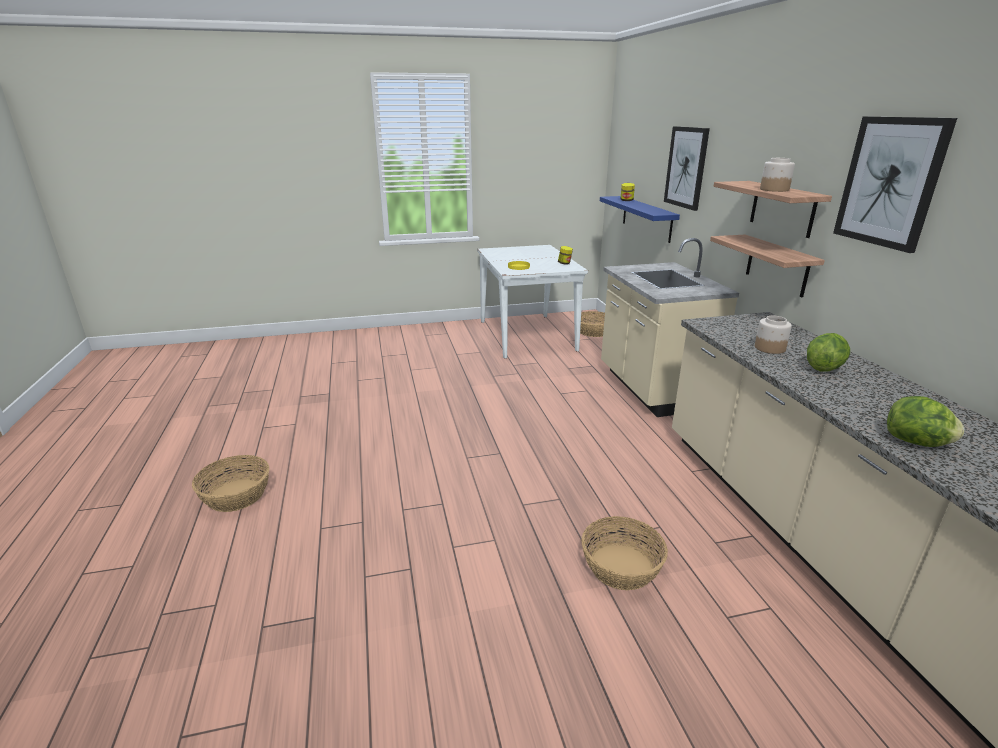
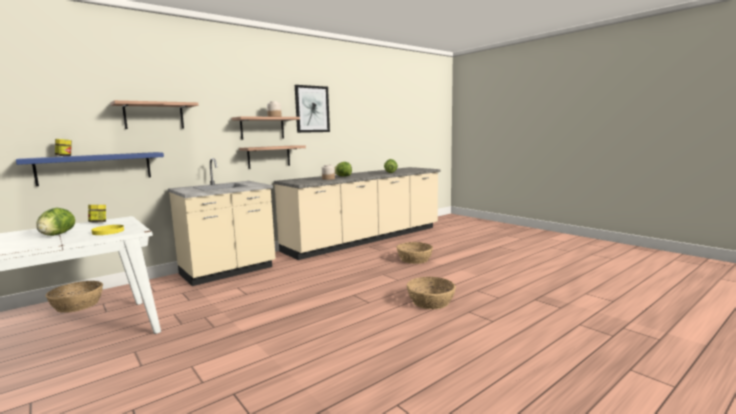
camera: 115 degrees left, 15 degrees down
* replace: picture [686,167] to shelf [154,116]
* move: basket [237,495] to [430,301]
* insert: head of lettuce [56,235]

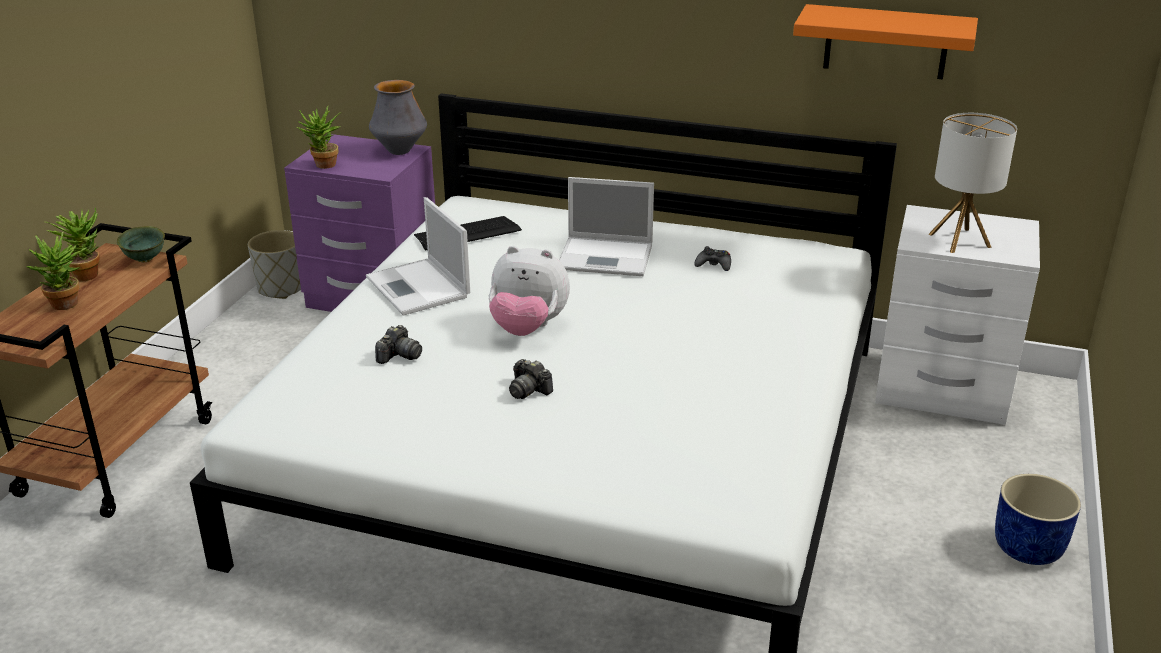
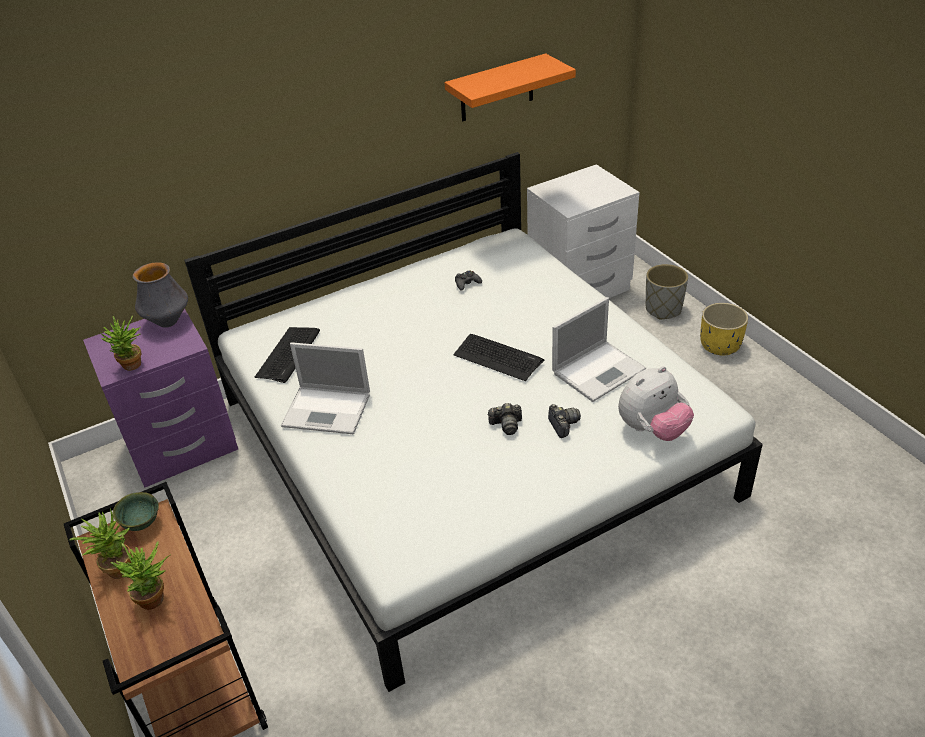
camera: 45 degrees left, 10 degrees up
* delete: table lamp [959,240]
* move: notebook computer [607,257] to [599,370]
* move: gray planter [281,288] to [663,309]
* move: soft toy [528,328] to [652,429]
* move: still camera [399,356] to [563,425]
* recolor: blue planter [1028,548] to yellowish planter [720,346]
* insert: keyboard [498,357]

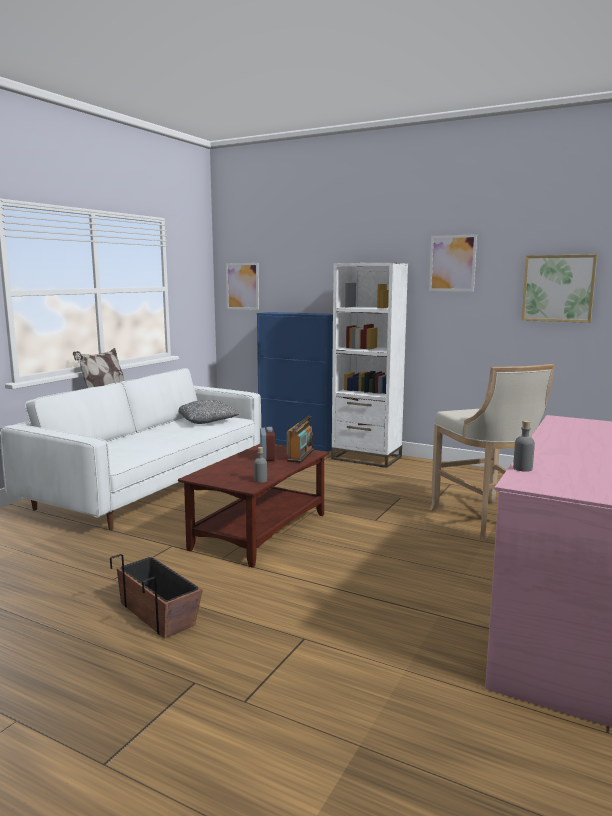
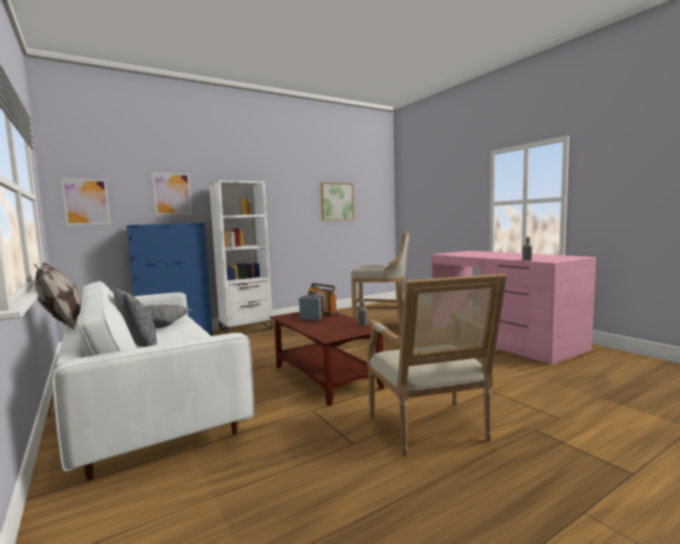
camera: 60 degrees left, 5 degrees down
* move: picture [452,263] to [172,194]
* replace: planter [158,613] to lounge chair [432,430]
* insert: gray cushion [139,347]

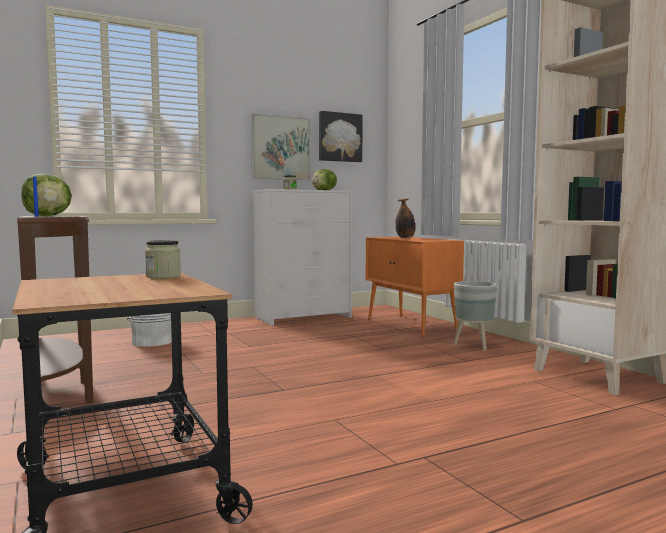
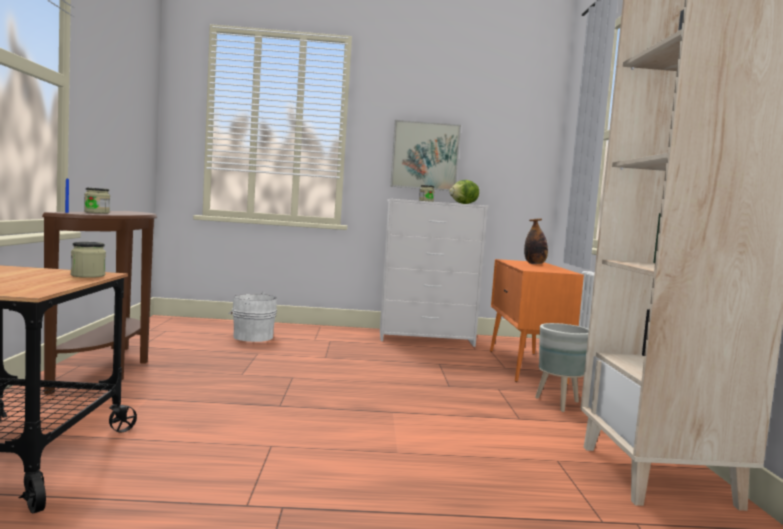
camera: 25 degrees right, 0 degrees up
* delete: picture [339,137]
* replace: head of lettuce [48,216] to storage jar [97,212]

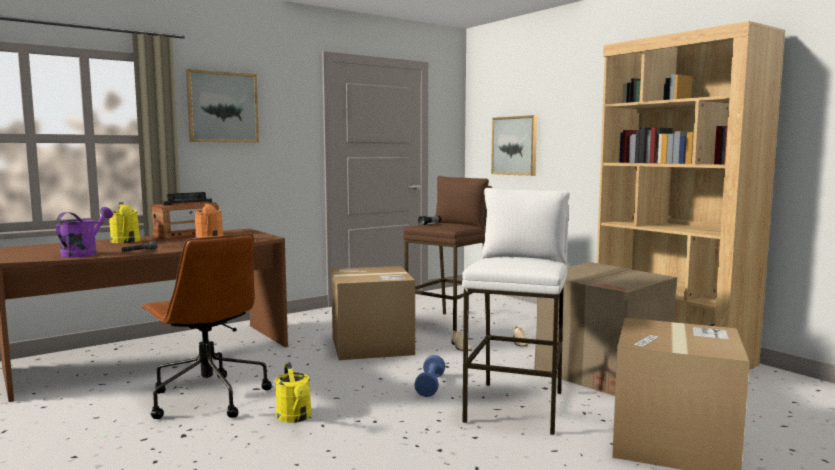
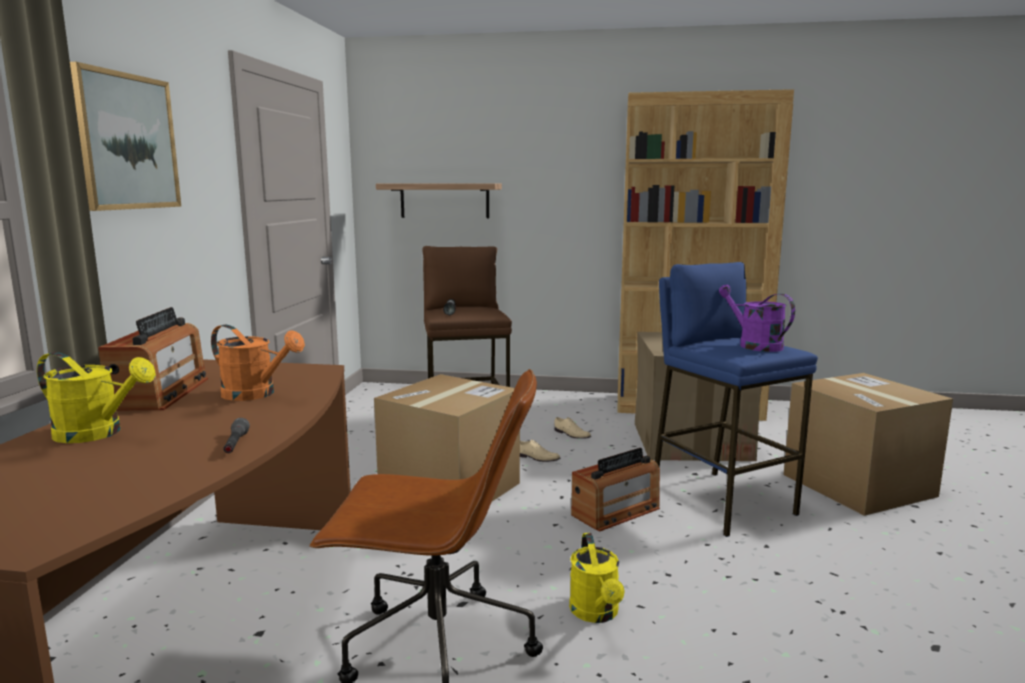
camera: 45 degrees left, 5 degrees up
* replace: picture [514,145] to shelf [444,200]
* recolor: white-coloured sitting stool [516,407] to blue sitting stool [721,501]
* move: purple-coloured watering pot [83,253] to [753,345]
* replace: blue hand weight [430,386] to radio [616,512]
* rotate: yellowish watering pot [295,418] = [596,614] 60 degrees clockwise

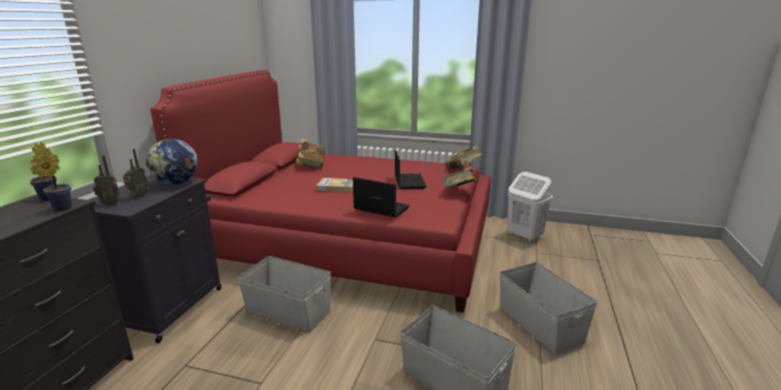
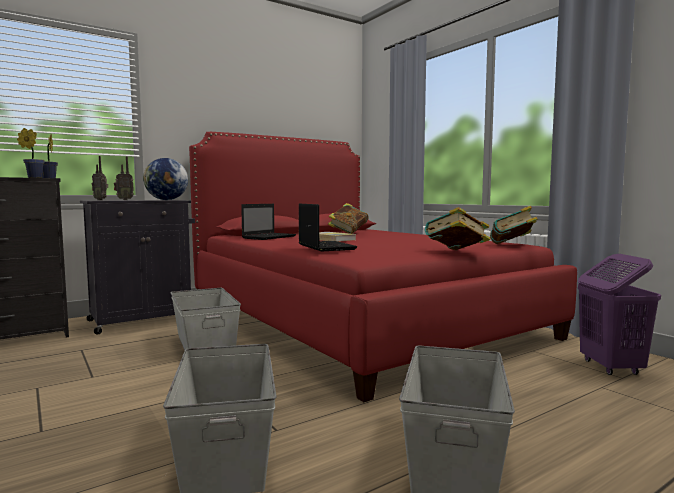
camera: 40 degrees right, 15 degrees down
* move: notebook computer [409,181] to [269,237]
* recolor: white-coloured laundry basket [524,236] to purple-coloured laundry basket [610,368]

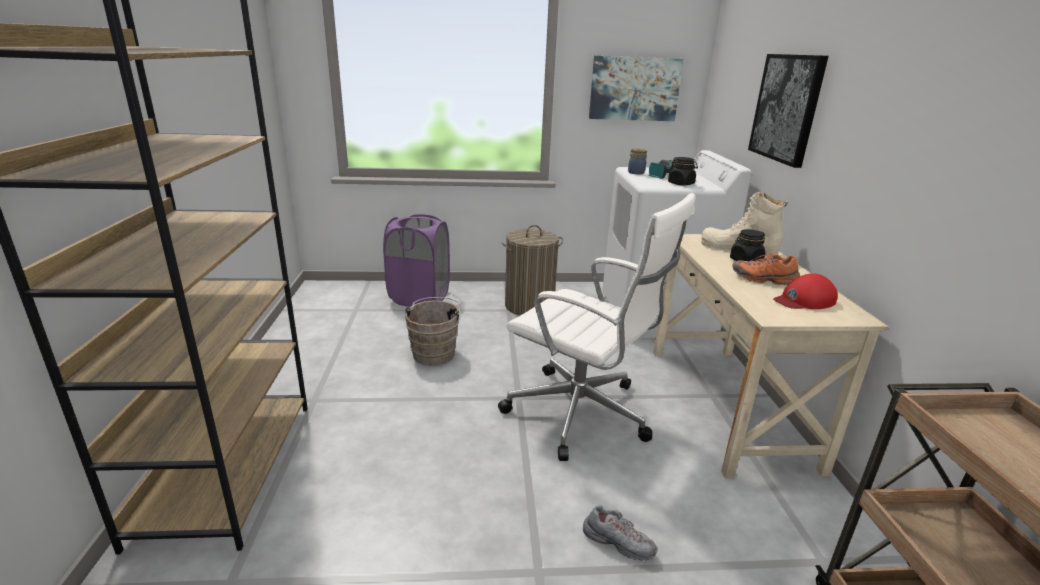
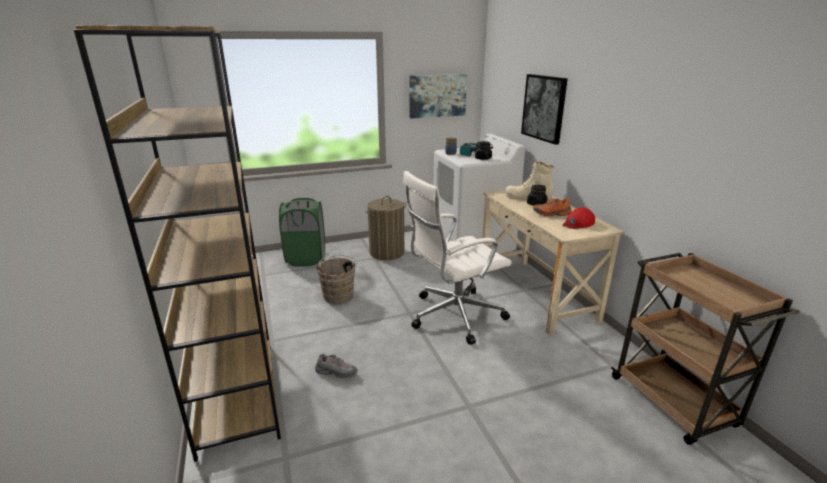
camera: 15 degrees left, 0 degrees up
* rotate: white-coloured computer chair [582,414] = [453,315] 135 degrees clockwise
* recolor: purple-coloured laundry basket [419,297] to green-coloured laundry basket [306,259]
* move: gray low shoe [618,543] to [336,373]

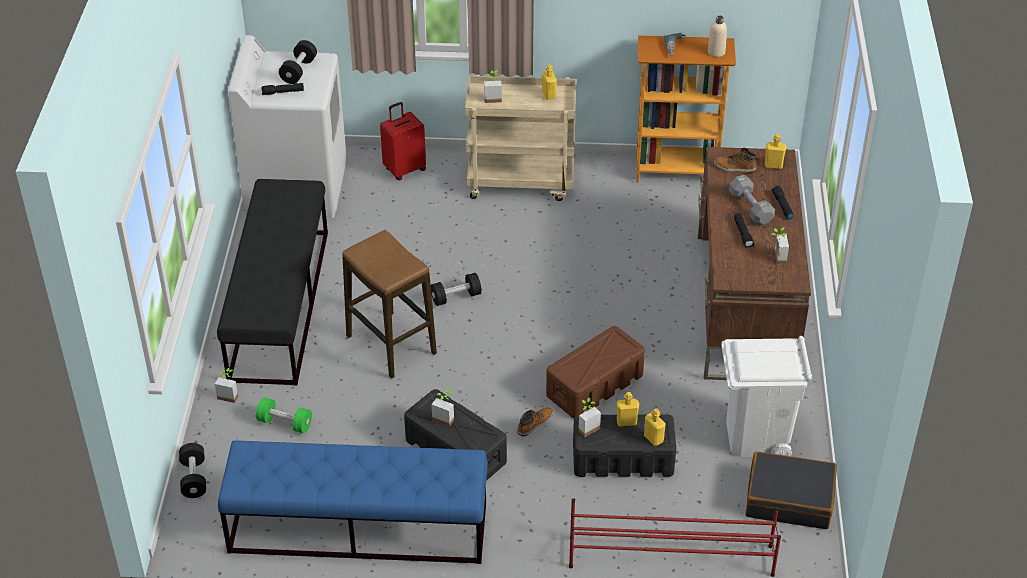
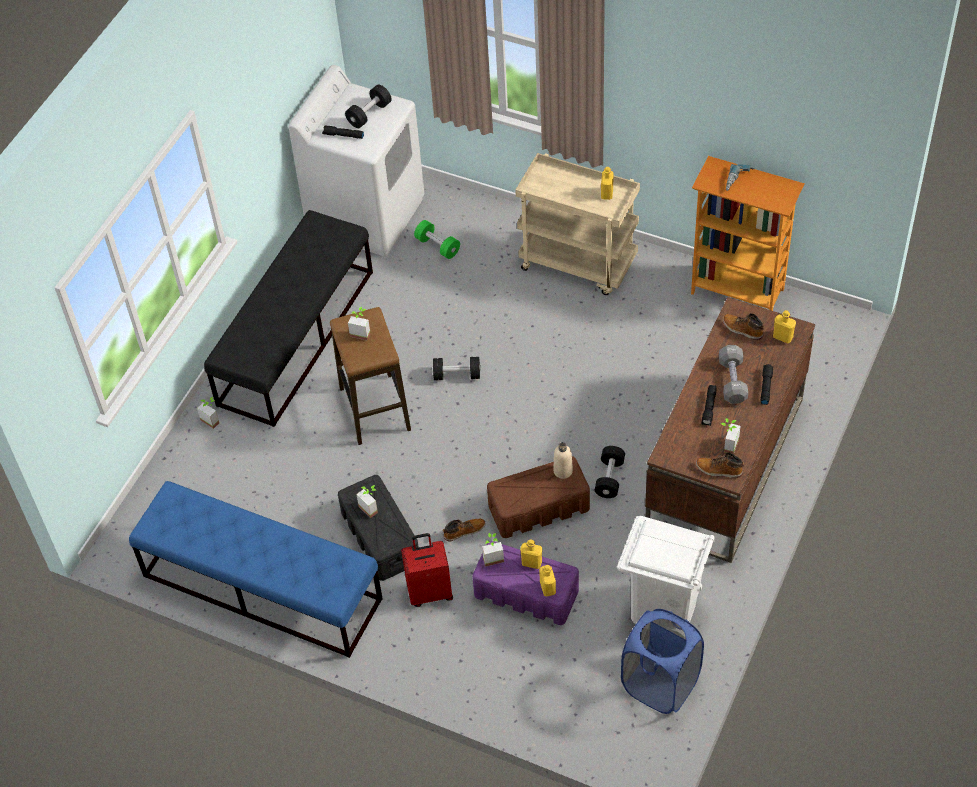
camera: 25 degrees right, 10 degrees up
* move: beige-coloured drink bottle [716,52] to [563,471]
* move: houseplant [492,97] to [361,332]
* move: red piece of luggage [404,169] to [430,591]
* move: green-coloured hand weight [285,423] to [437,246]
* recolor: blackish storage box [623,459] to purple-coloured storage box [527,593]
* move: blackish hand weight [194,478] to [609,478]
* replace: blackish piece of luggage [789,499] to blue laundry basket [660,684]
* delete: red shoe stand [670,556]
* insert: tall boot [719,470]

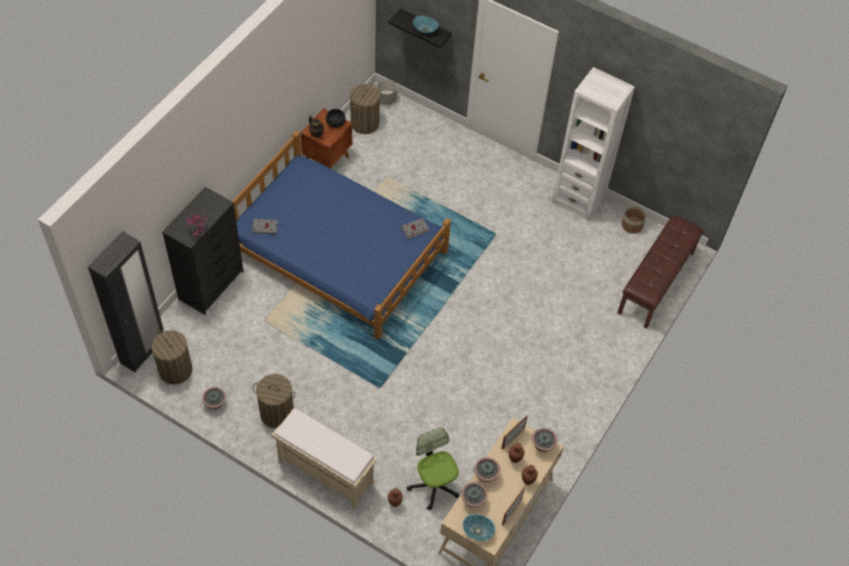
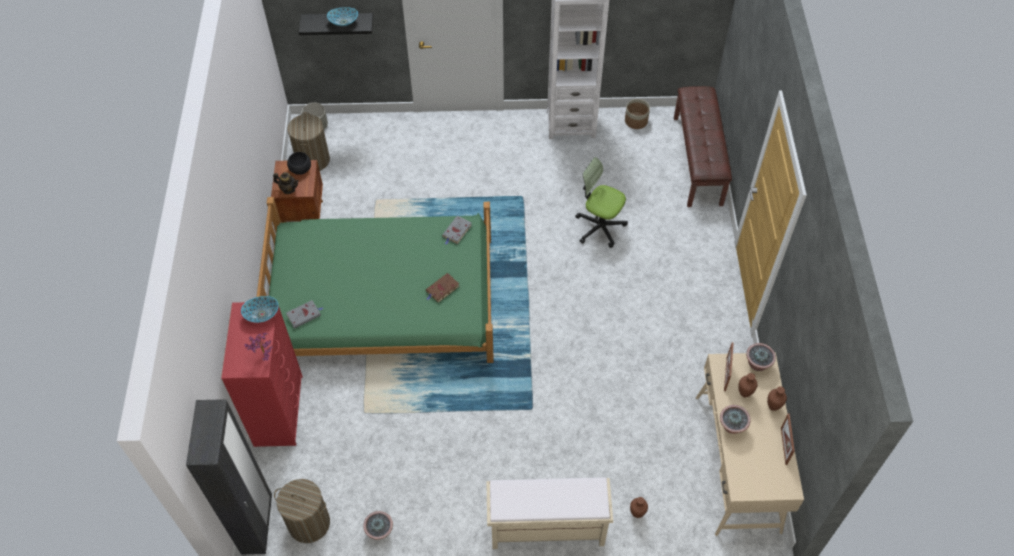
camera: 30 degrees left, 0 degrees up
* recolor: blue bedroom bed [337,251] to green-coloured bedroom bed [384,299]
* recolor: blackish dresser [211,284] to red dresser [279,409]
* delete: laundry basket [277,413]
* move: computer chair [434,485] to [599,227]
* delete: houseplant [473,500]
* move: serving bowl [478,531] to [262,314]
* insert: brown-coloured book [442,289]

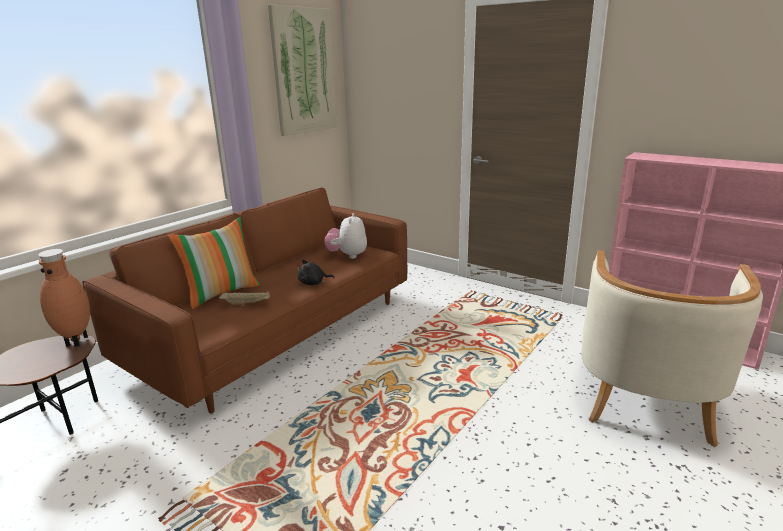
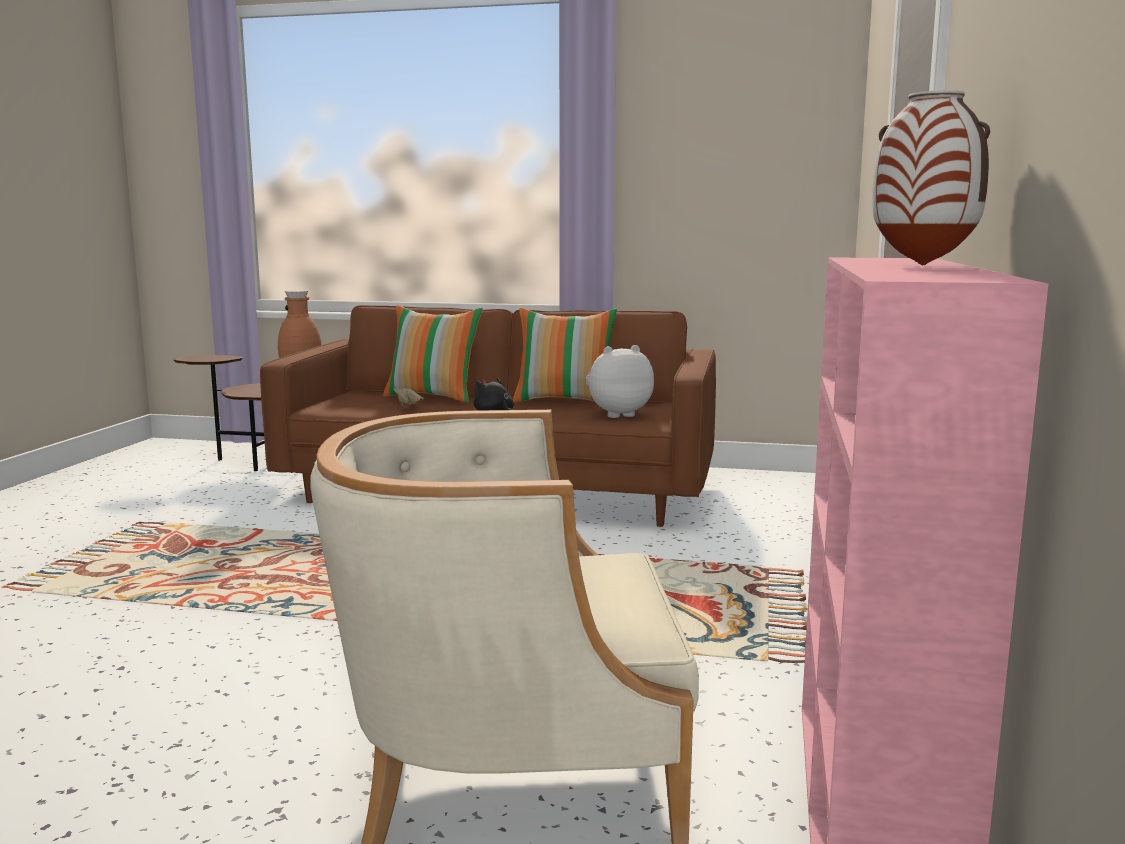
camera: 65 degrees right, 10 degrees down
* delete: picture [304,71]
* insert: flower vase [924,265]
* insert: cushion [564,401]

